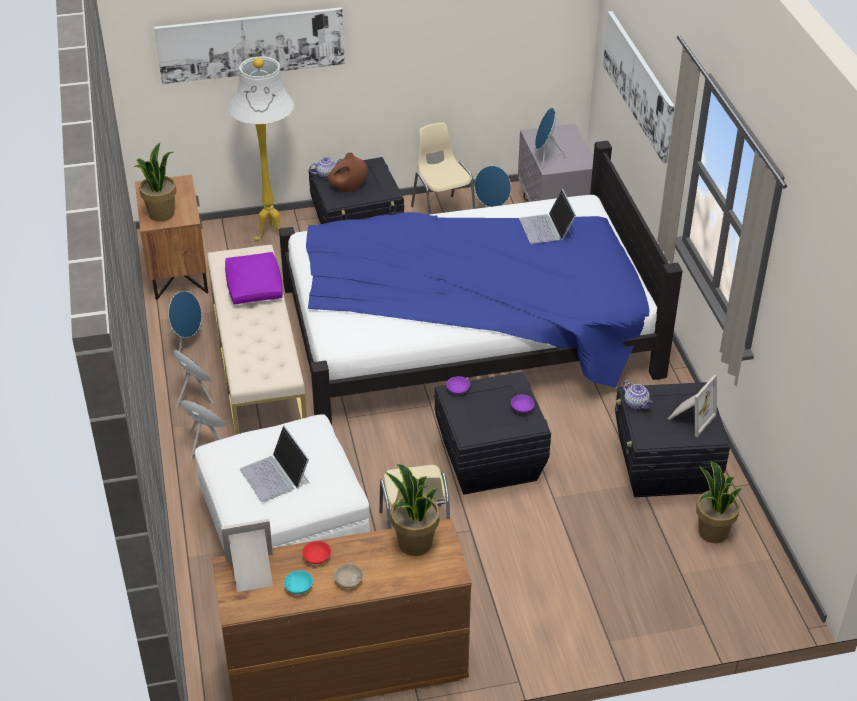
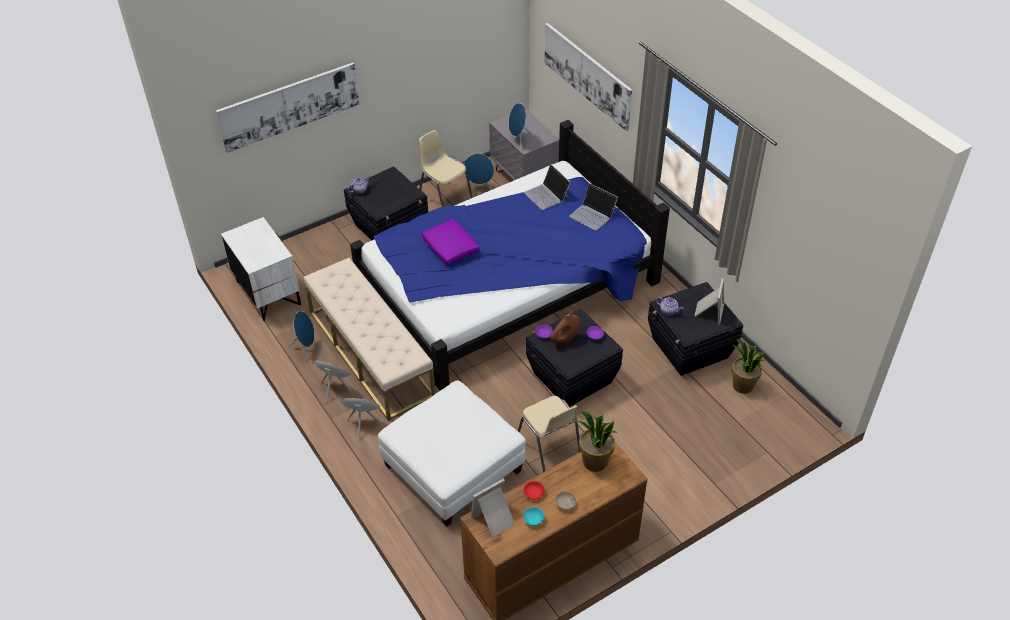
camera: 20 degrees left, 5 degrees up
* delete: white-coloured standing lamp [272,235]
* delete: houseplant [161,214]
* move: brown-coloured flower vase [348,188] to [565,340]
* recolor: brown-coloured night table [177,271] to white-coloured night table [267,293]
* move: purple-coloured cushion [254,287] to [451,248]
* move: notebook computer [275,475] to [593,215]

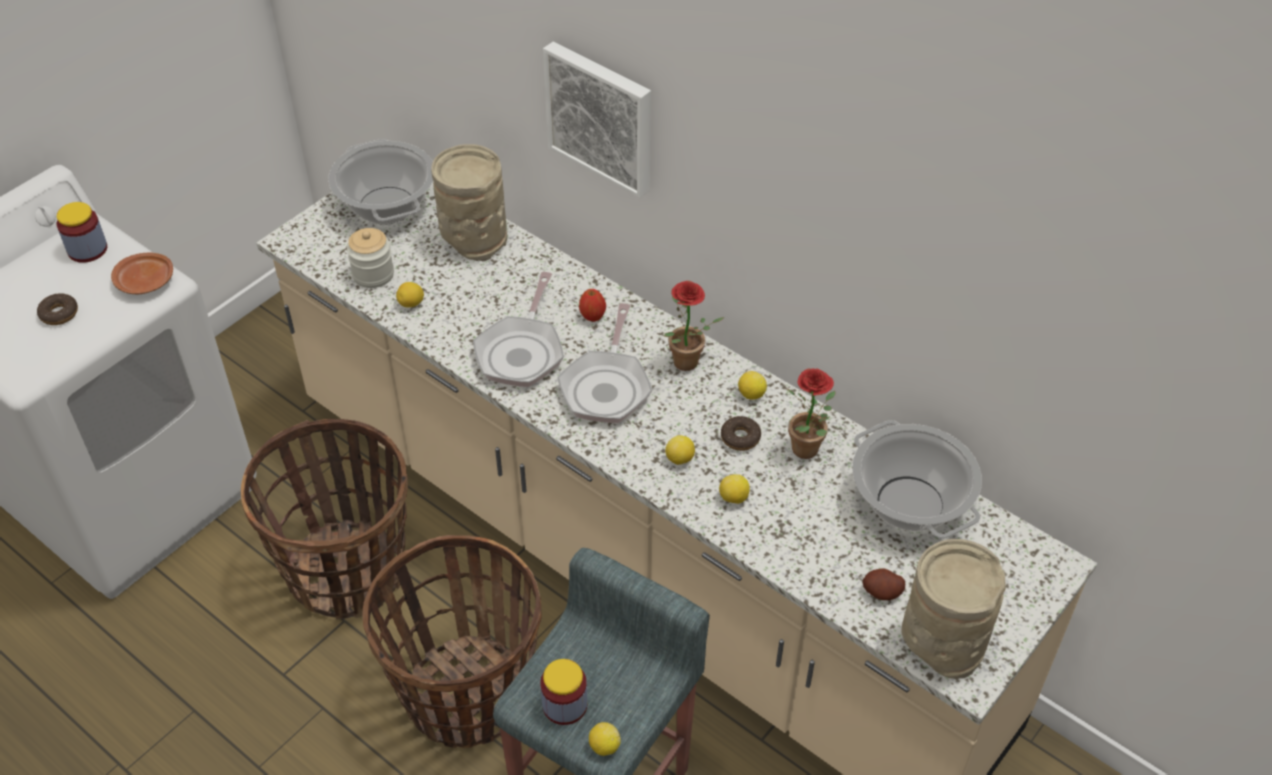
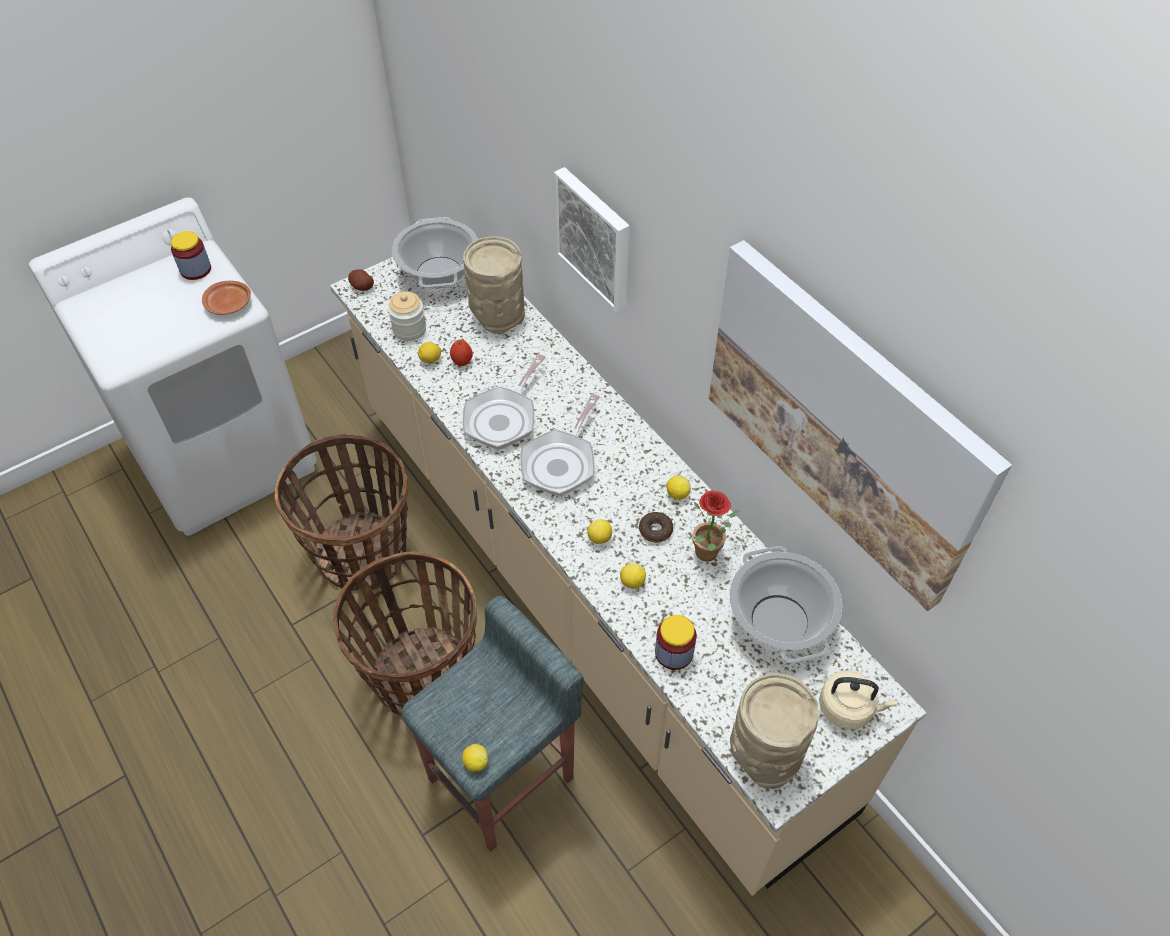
camera: 15 degrees right, 5 degrees up
* delete: houseplant [686,366]
* move: apple [592,316] to [462,361]
* delete: ring doughnut [59,314]
* move: spud [882,592] to [362,286]
* move: storage jar [565,705] to [674,652]
* insert: picture [843,422]
* insert: beige-coloured water kettle [848,708]

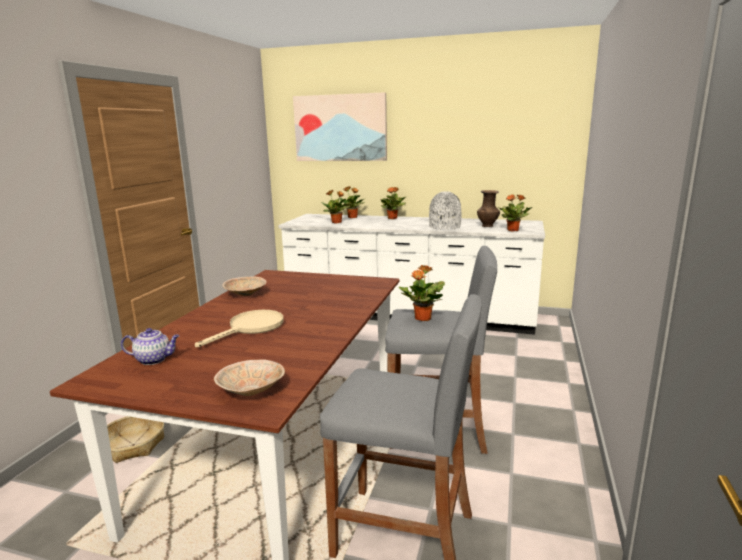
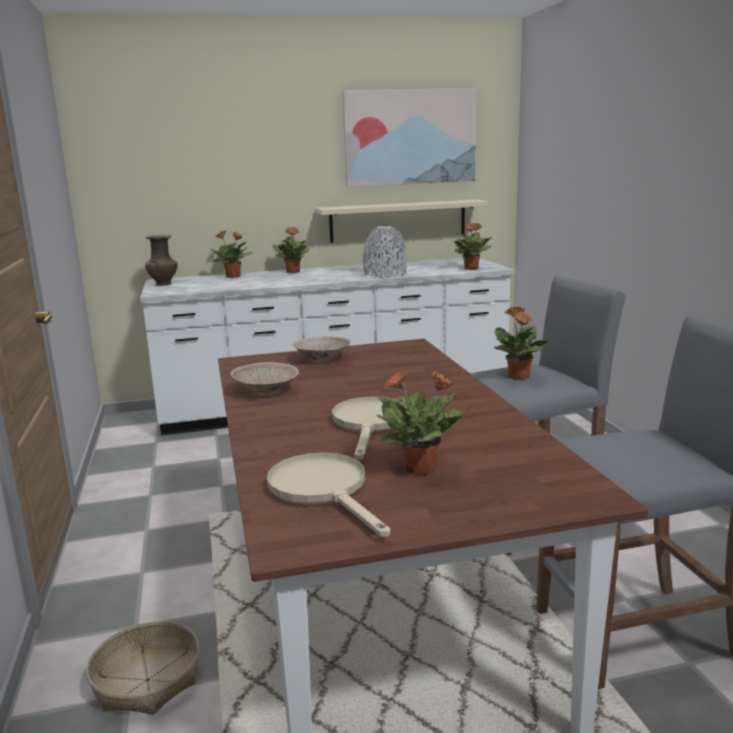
camera: 30 degrees left, 0 degrees up
* move: picture [340,128] to [410,137]
* move: houseplant [337,222] to [421,469]
* move: brown-coloured flower vase [487,226] to [163,284]
* replace: pot for tea [154,359] to beige-coloured frying pan [324,490]
* move: beige-coloured serving bowl [252,391] to [322,359]
* insert: beige-coloured shelf [398,221]

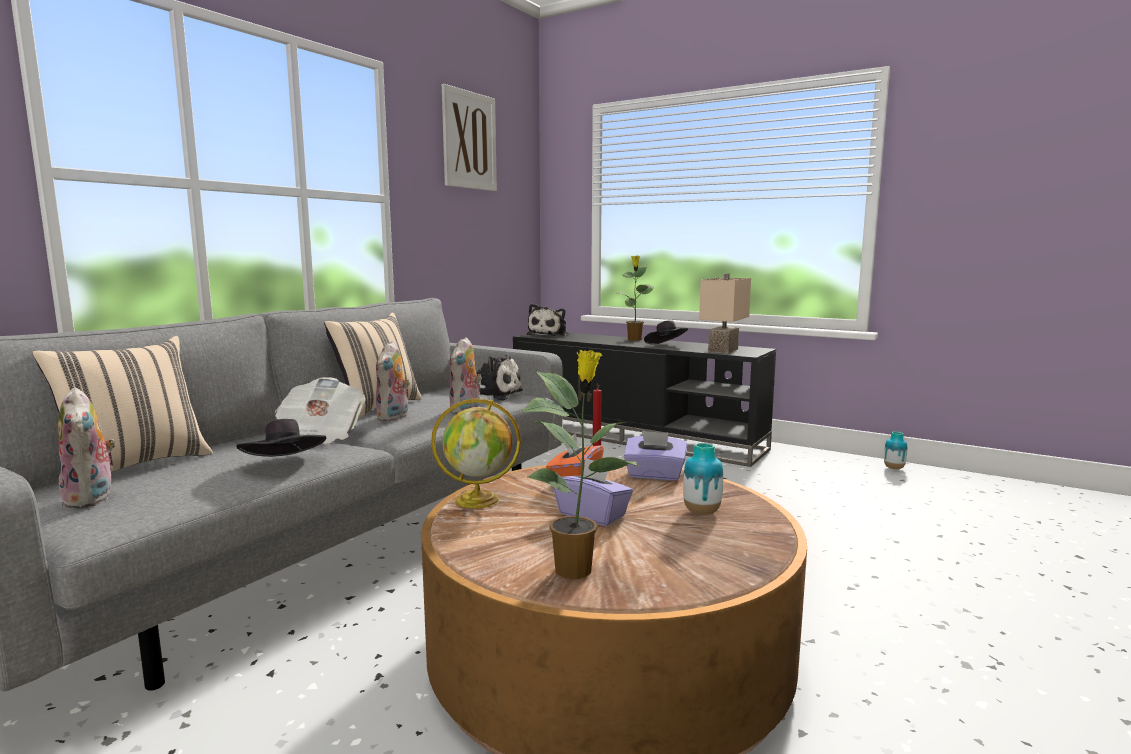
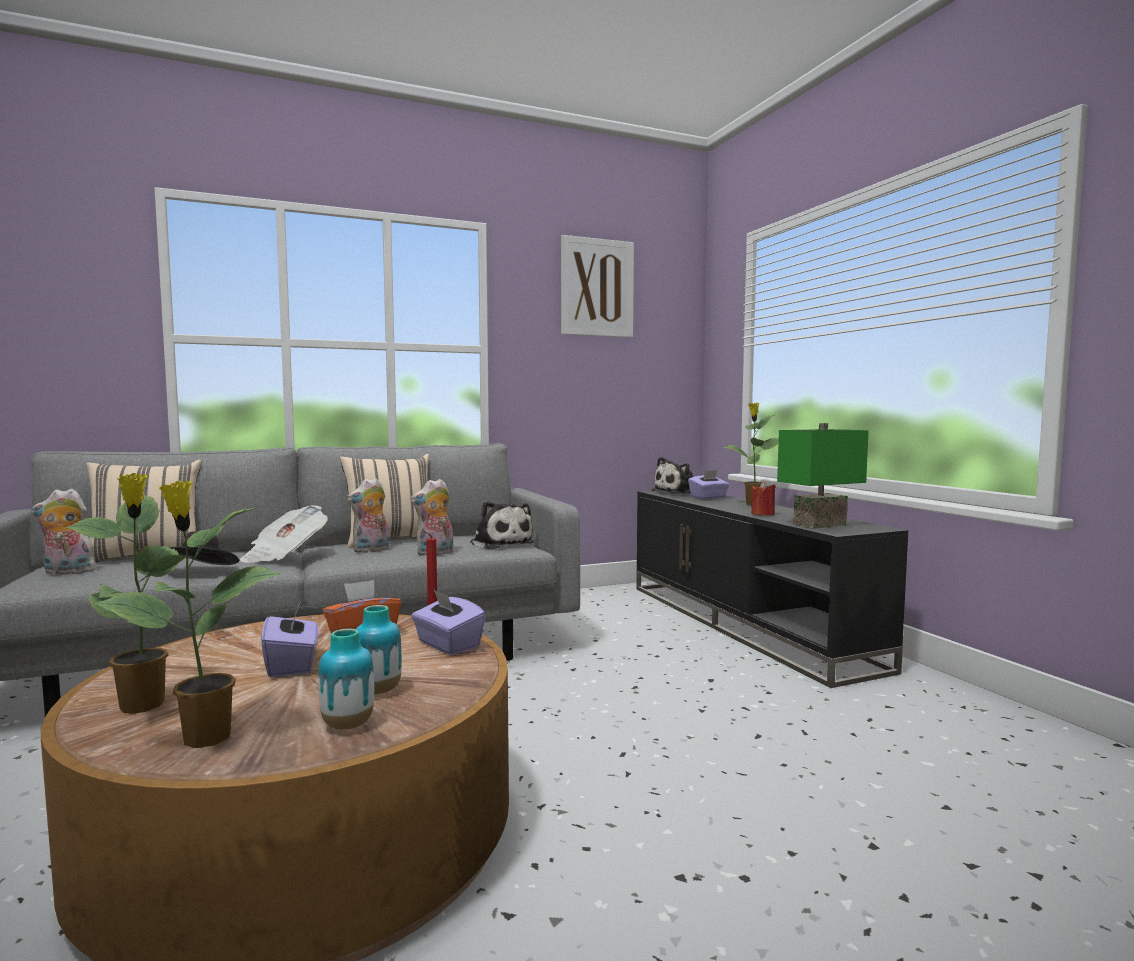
camera: 35 degrees right, 5 degrees down
* recolor: beige-coloured table lamp [721,350] to green-coloured table lamp [818,524]
* replace: blackish clothing hat [666,346] to red wax candle [762,514]
* rotate: soft toy [92,499] = [67,572] 75 degrees clockwise
* delete: desk globe [479,500]
* move: flower vase [894,468] to [348,725]
* insert: purple-coloured box of tissues [708,497]
* insert: houseplant [204,739]

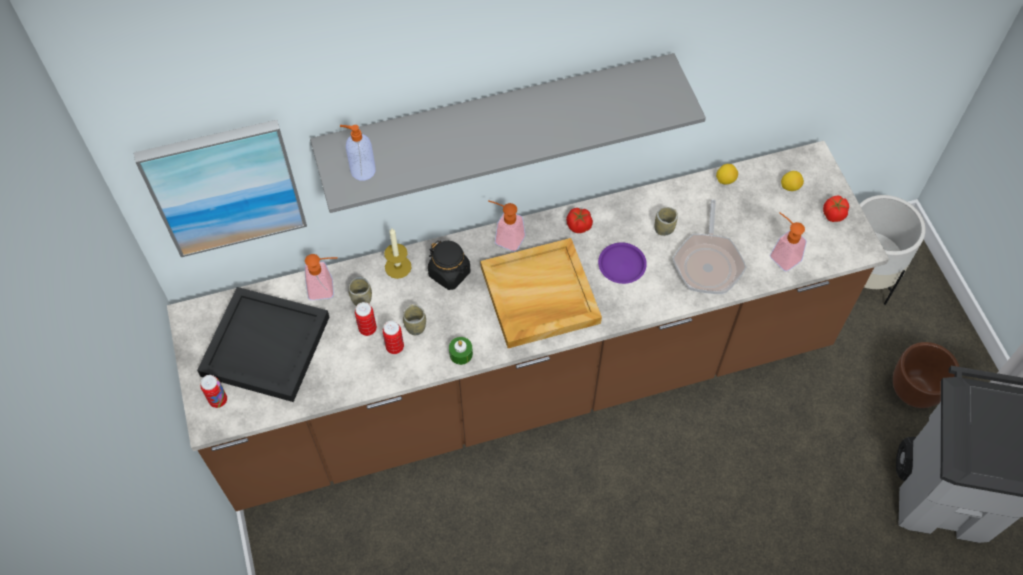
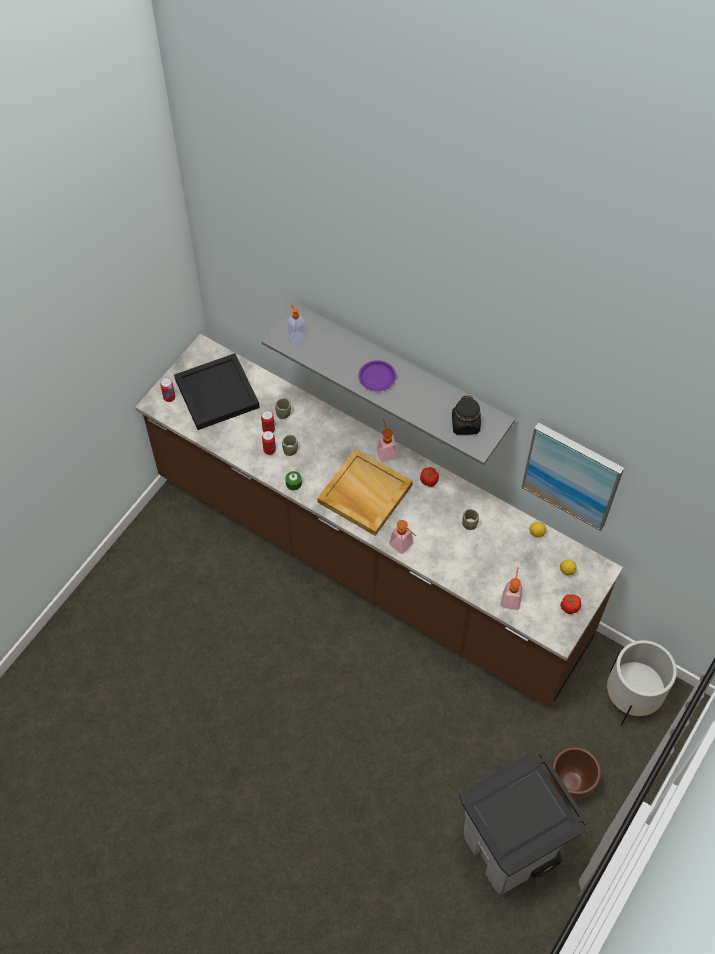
camera: 50 degrees right, 0 degrees up
* move: picture [225,187] to [572,475]
* delete: frying pan [708,263]
* delete: wax candle [398,267]
* move: blackish storage jar [449,273] to [465,424]
* move: purple-coloured dinner plate [622,265] to [377,378]
* move: soap bottle [326,289] to [404,546]

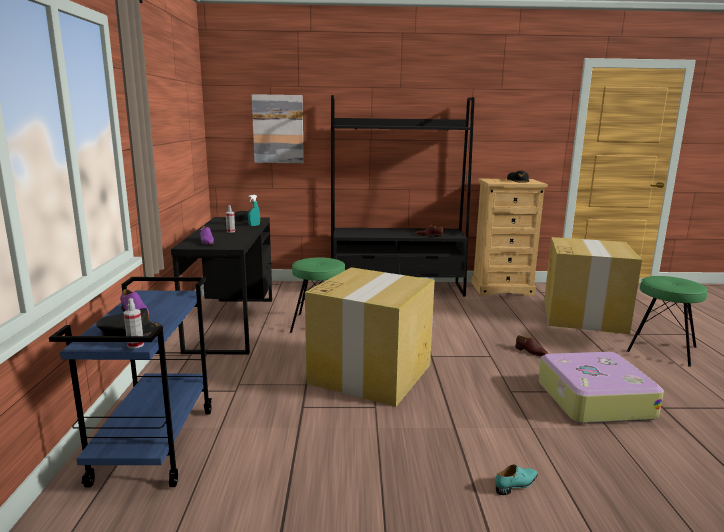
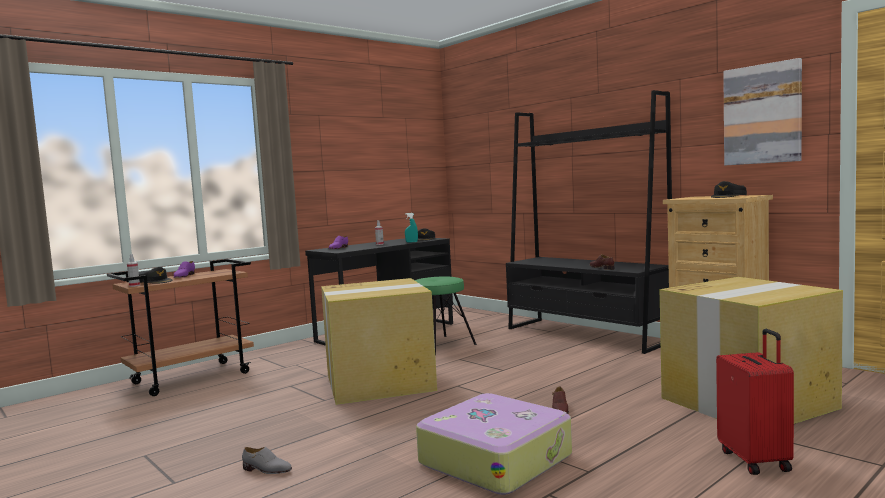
camera: 50 degrees right, 10 degrees down
* move: picture [278,129] to [762,114]
* replace: green-coloured sitting stool [662,349] to red piece of luggage [756,460]
* recolor: blue trolley [154,445] to brown-coloured trolley [192,378]
* recolor: blue-green low shoe [516,484] to gray low shoe [267,470]

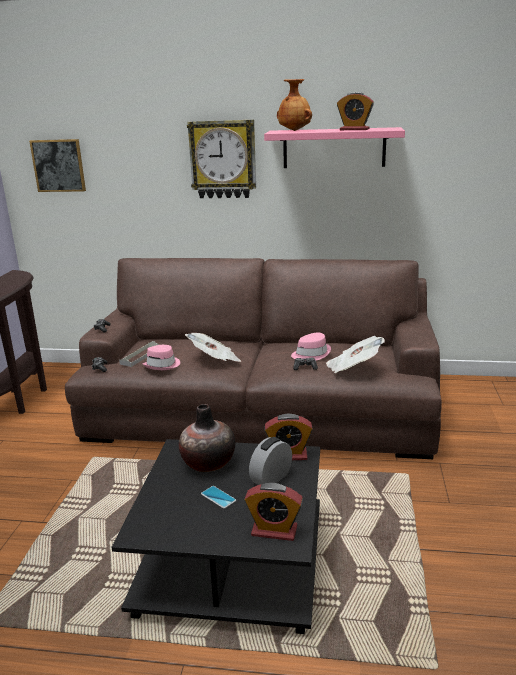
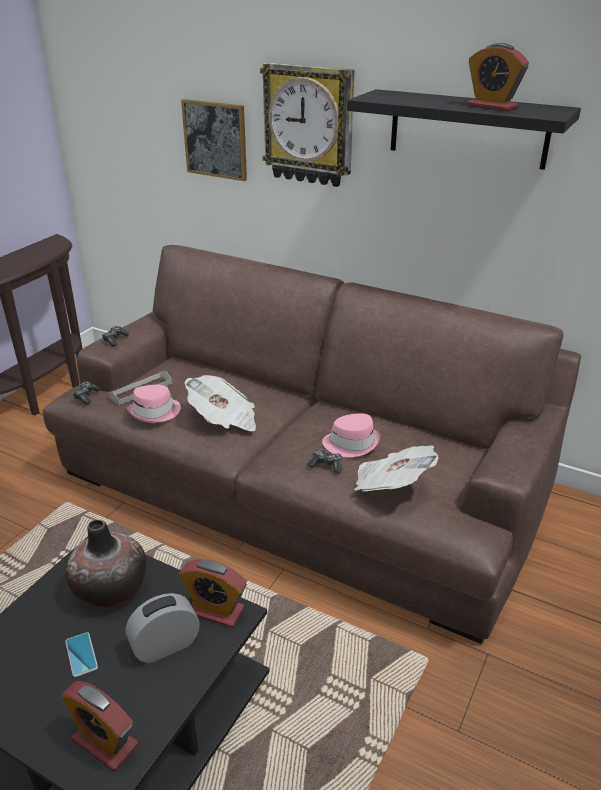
camera: 20 degrees right, 10 degrees up
* delete: brown-coloured flower vase [295,130]
* recolor: pinkish shelf [334,148] to blackish shelf [468,129]
* move: picture [58,165] to [215,139]

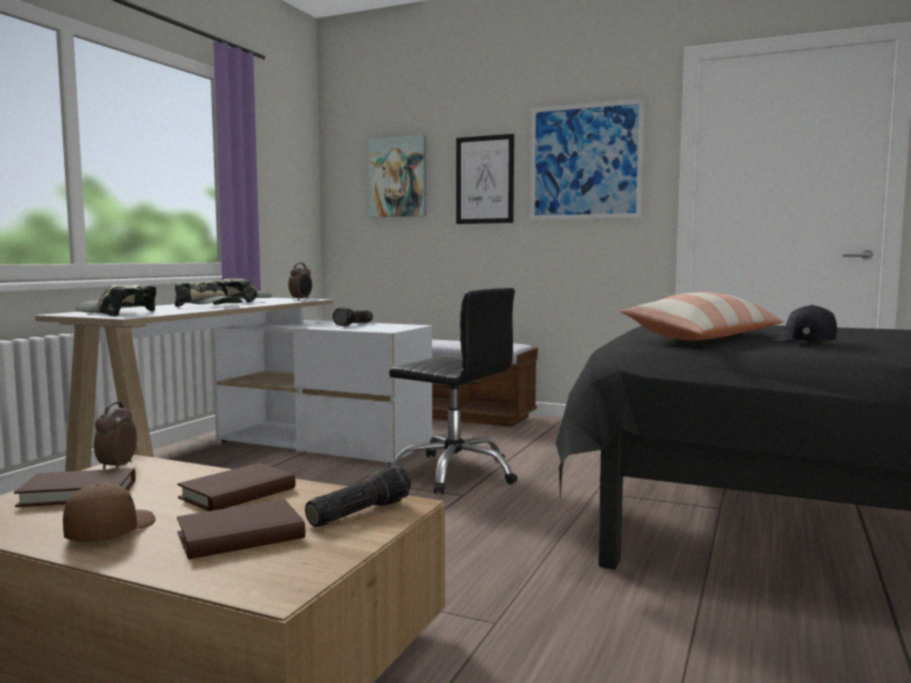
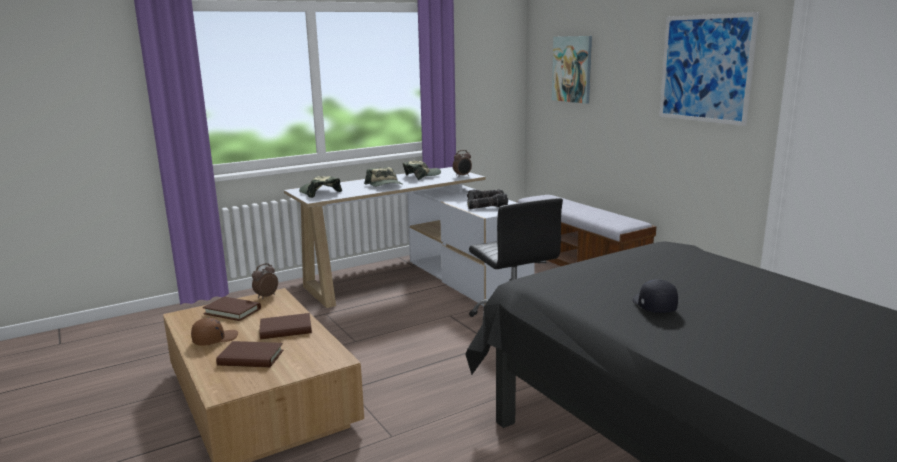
camera: 35 degrees right, 10 degrees up
* delete: picture [484,180]
* delete: cushion [704,337]
* move: torch [358,512] to [487,207]

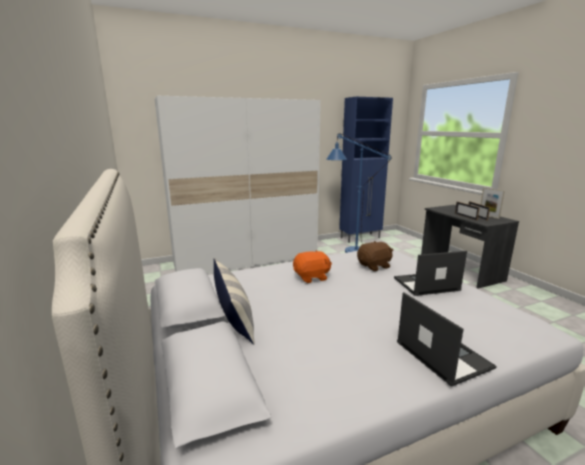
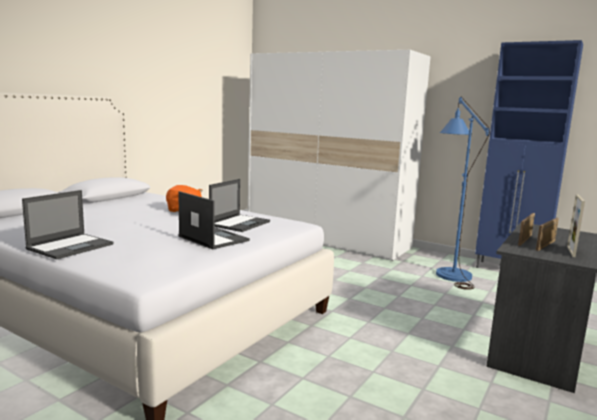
camera: 55 degrees right, 5 degrees down
* replace: brown-coloured soft toy [374,266] to notebook computer [240,223]
* delete: cushion [234,316]

